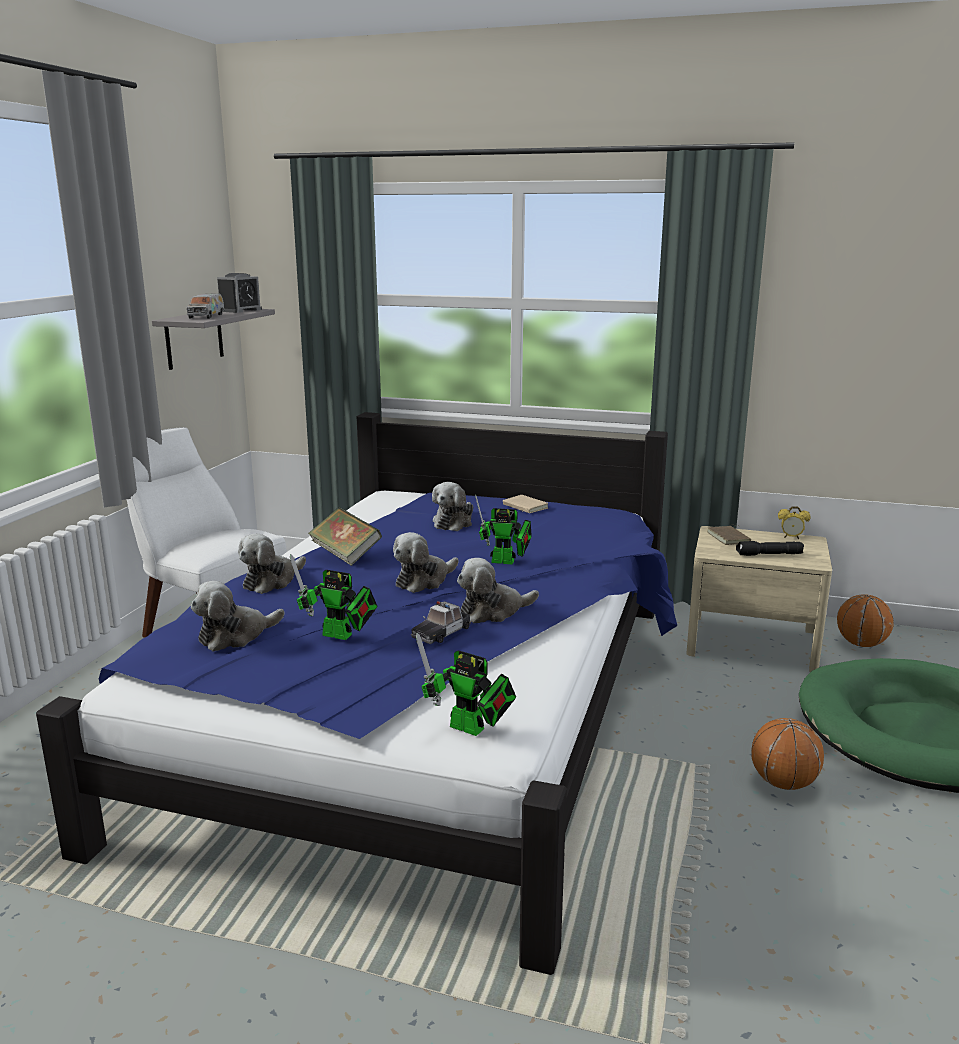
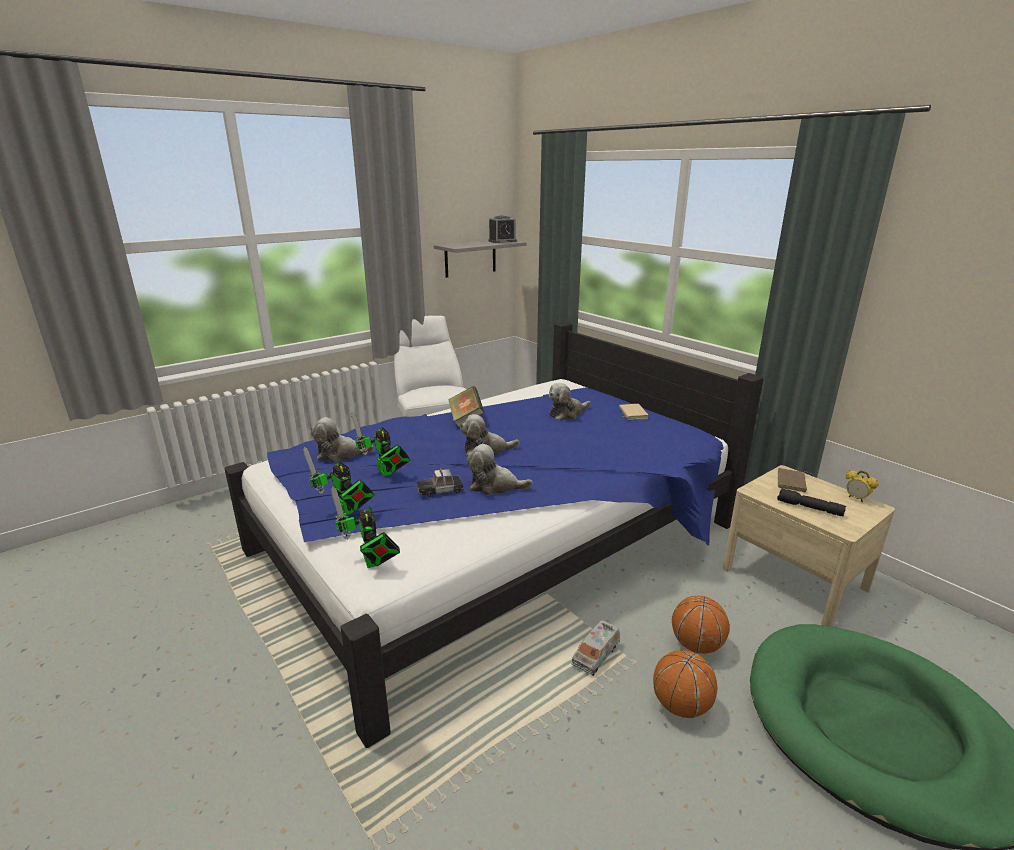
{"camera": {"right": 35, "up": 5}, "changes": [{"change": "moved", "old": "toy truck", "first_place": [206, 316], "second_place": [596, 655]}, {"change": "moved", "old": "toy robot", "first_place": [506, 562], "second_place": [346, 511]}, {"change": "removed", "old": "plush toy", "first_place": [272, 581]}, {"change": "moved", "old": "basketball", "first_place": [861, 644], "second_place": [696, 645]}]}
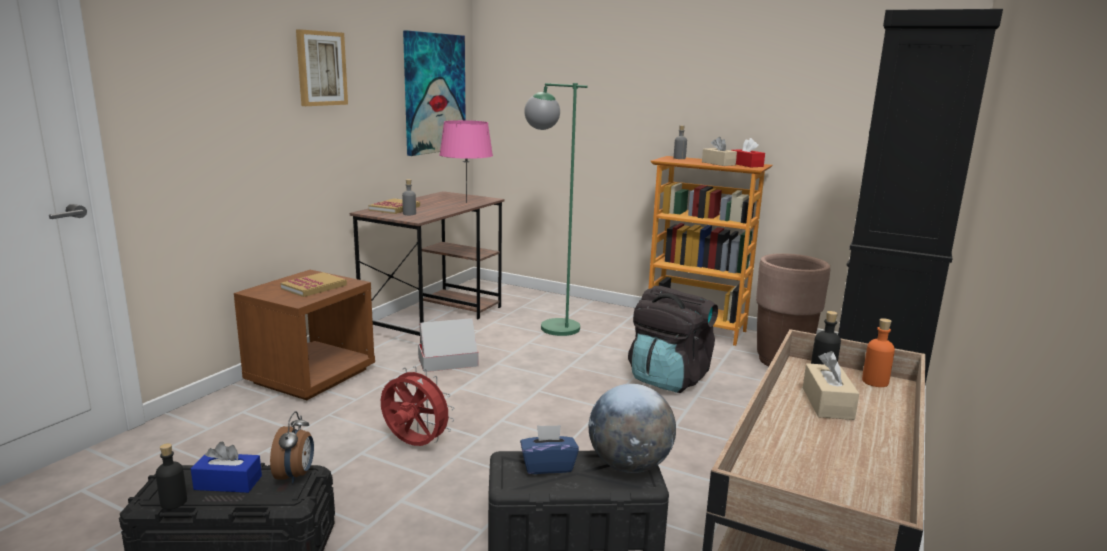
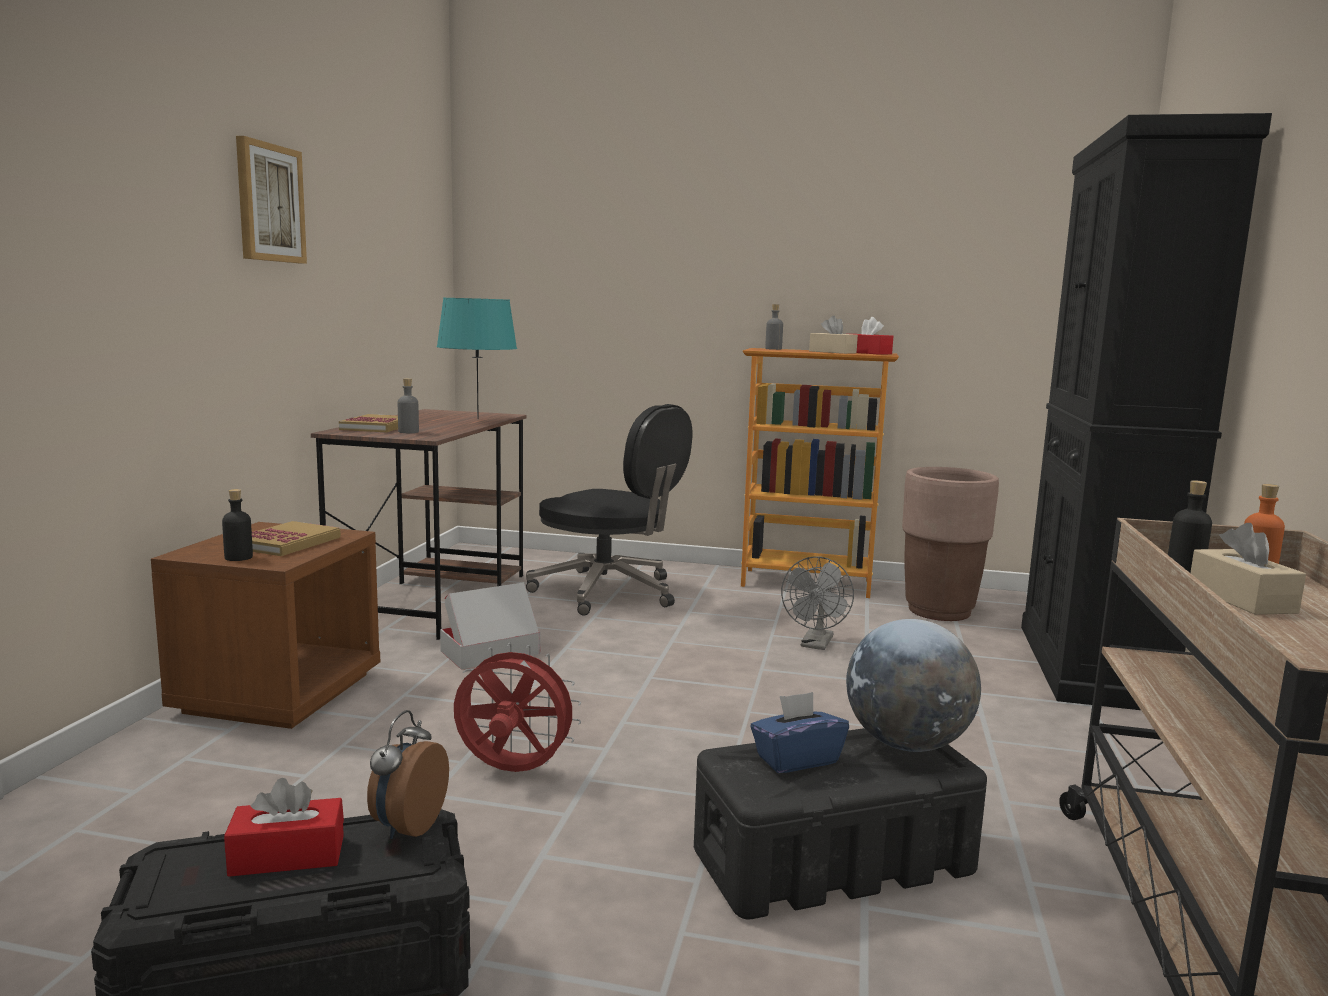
{"camera": {"right": -15, "up": -5}, "changes": [{"change": "removed", "old": "picture", "first_place": [434, 93]}, {"change": "replaced", "old": "floor lamp (green)", "new": "office chair (black)", "first_place": [550, 324], "second_place": [608, 592]}, {"change": "recoloured", "old": "table lamp (pink)", "new": "table lamp (turquoise)", "first_place": [466, 203], "second_place": [477, 419]}, {"change": "replaced", "old": "backpack (black)", "new": "fan (grey)", "first_place": [669, 379], "second_place": [816, 645]}, {"change": "turned", "old": "alarm clock", "first_place": [296, 475], "second_place": [407, 826], "degrees": -150}, {"change": "recoloured", "old": "tissue box (blue)", "new": "tissue box (red)", "first_place": [228, 483], "second_place": [287, 856]}, {"change": "moved", "old": "bottle (black)", "first_place": [174, 502], "second_place": [238, 557]}]}
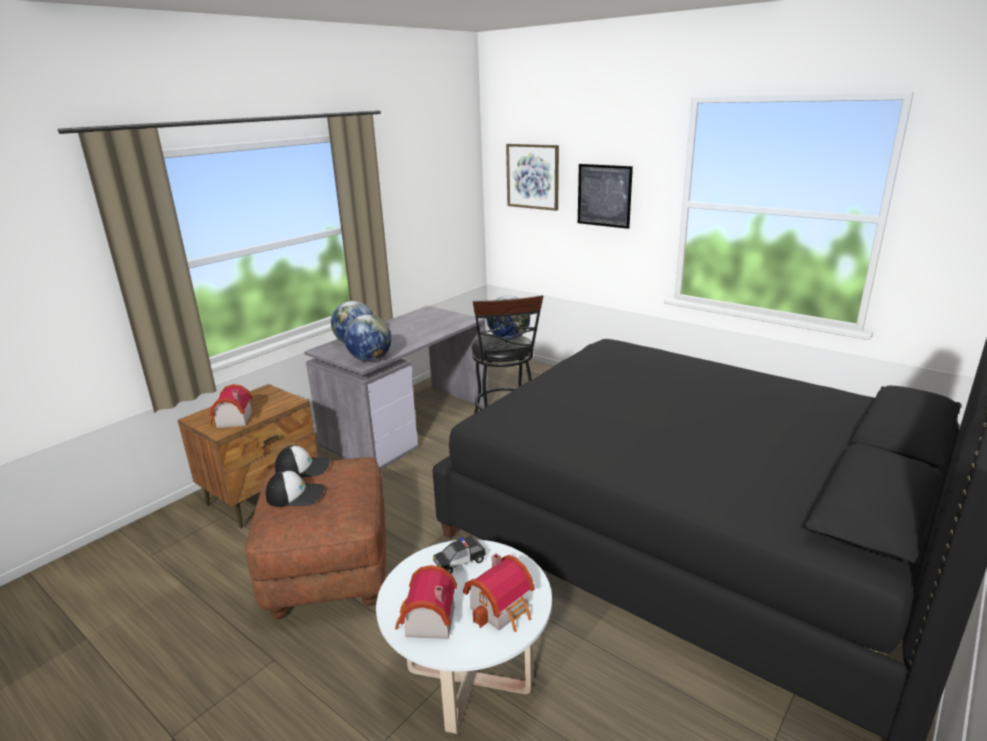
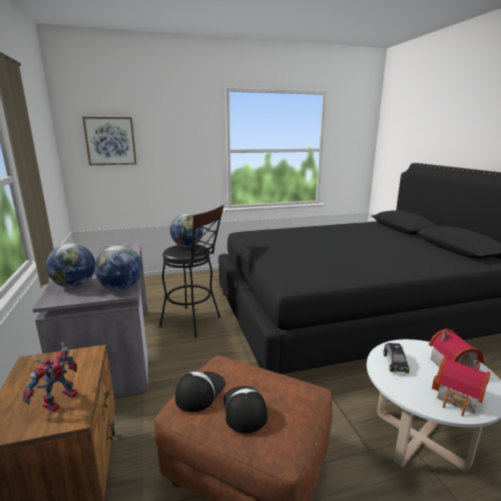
{"camera": {"right": -55, "up": -5}, "changes": [{"change": "removed", "old": "picture", "first_place": [604, 195]}, {"change": "replaced", "old": "toy house", "new": "toy robot", "first_place": [231, 421], "second_place": [59, 403]}, {"change": "turned", "old": "cap", "first_place": [296, 495], "second_place": [244, 409], "degrees": -45}]}
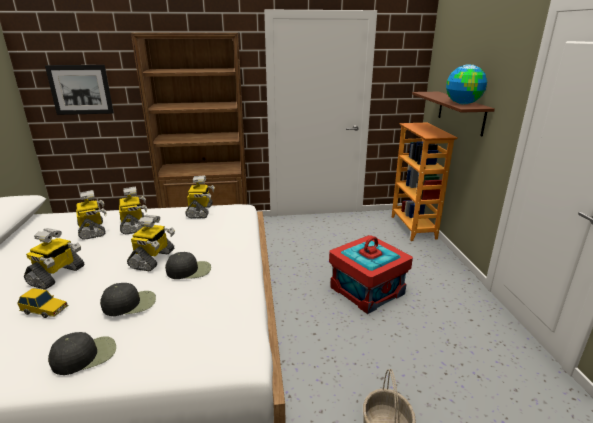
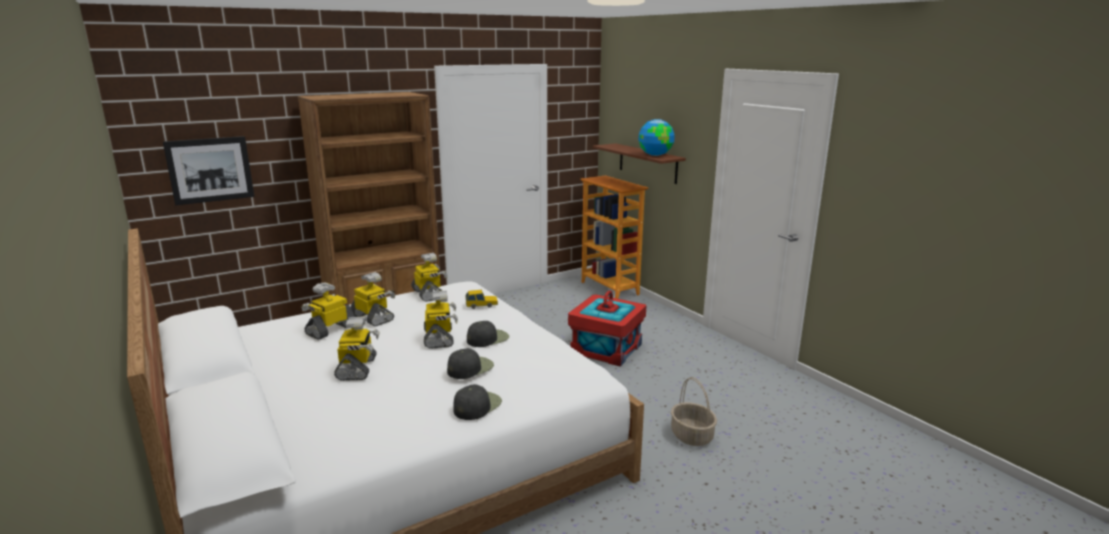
{"camera": {"right": -25, "up": -5}, "changes": [{"change": "turned", "old": "toy robot", "first_place": [93, 230], "second_place": [331, 330], "degrees": -90}, {"change": "moved", "old": "toy car", "first_place": [45, 310], "second_place": [481, 305]}]}
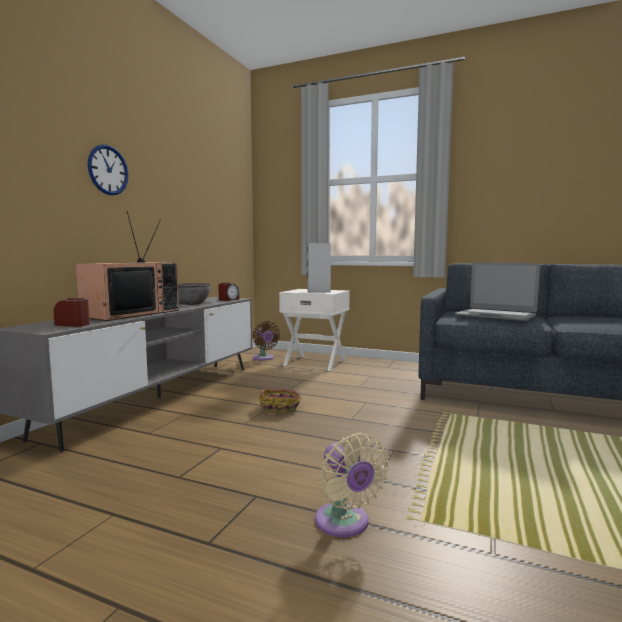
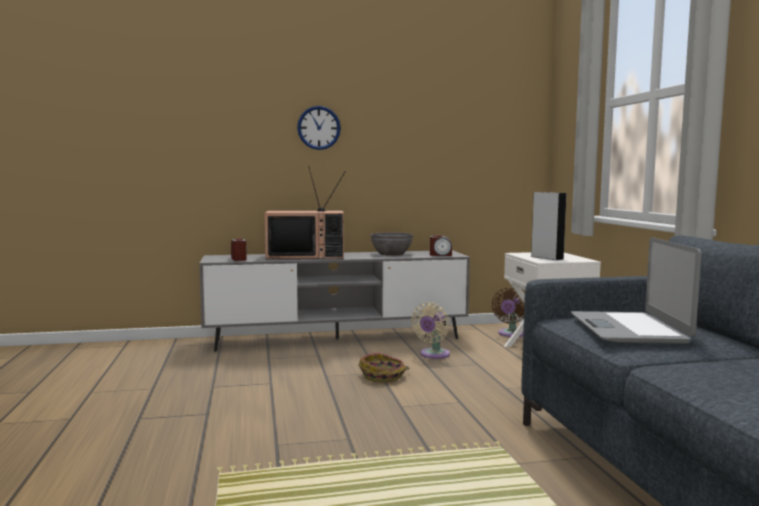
{"camera": {"right": 55, "up": 0}, "changes": [{"change": "moved", "old": "fan (beige)", "first_place": [344, 524], "second_place": [433, 355]}]}
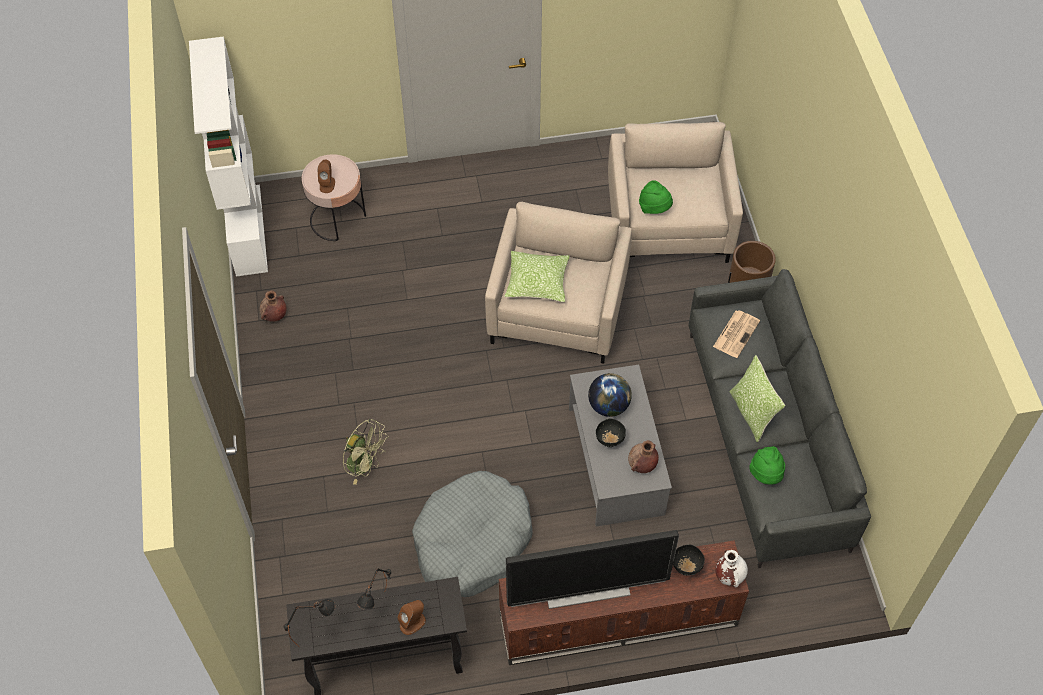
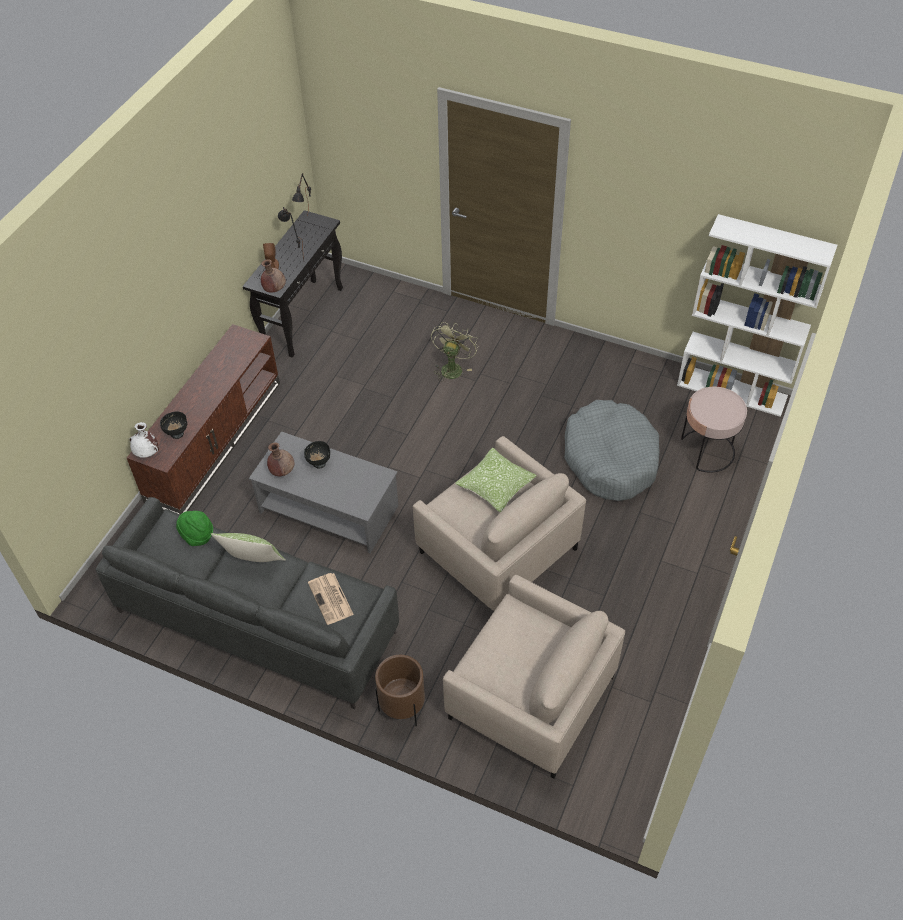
{"camera": {"right": 125, "up": -5}, "changes": [{"change": "removed", "old": "speaker (brown)", "first_place": [327, 184]}, {"change": "removed", "old": "hat (green)", "first_place": [654, 208]}, {"change": "moved", "old": "vase (brown)", "first_place": [274, 316], "second_place": [274, 289]}, {"change": "removed", "old": "globe", "first_place": [608, 406]}, {"change": "turned", "old": "fan (green)", "first_place": [365, 465], "second_place": [452, 367], "degrees": 135}, {"change": "moved", "old": "dog bed (grey)", "first_place": [472, 541], "second_place": [610, 459]}, {"change": "removed", "old": "television", "first_place": [587, 590]}]}
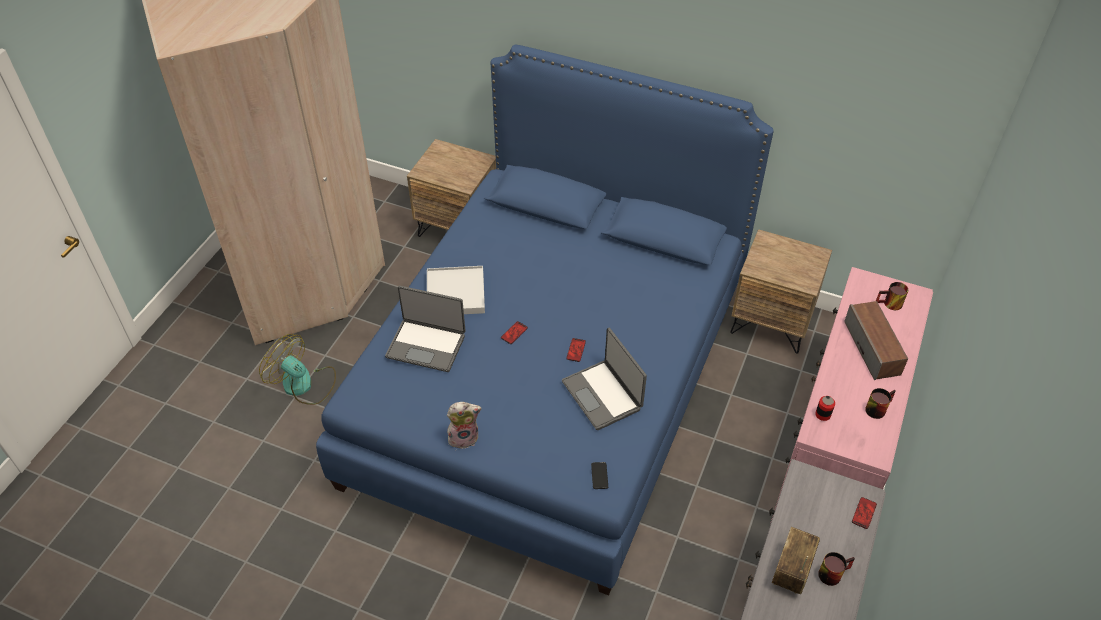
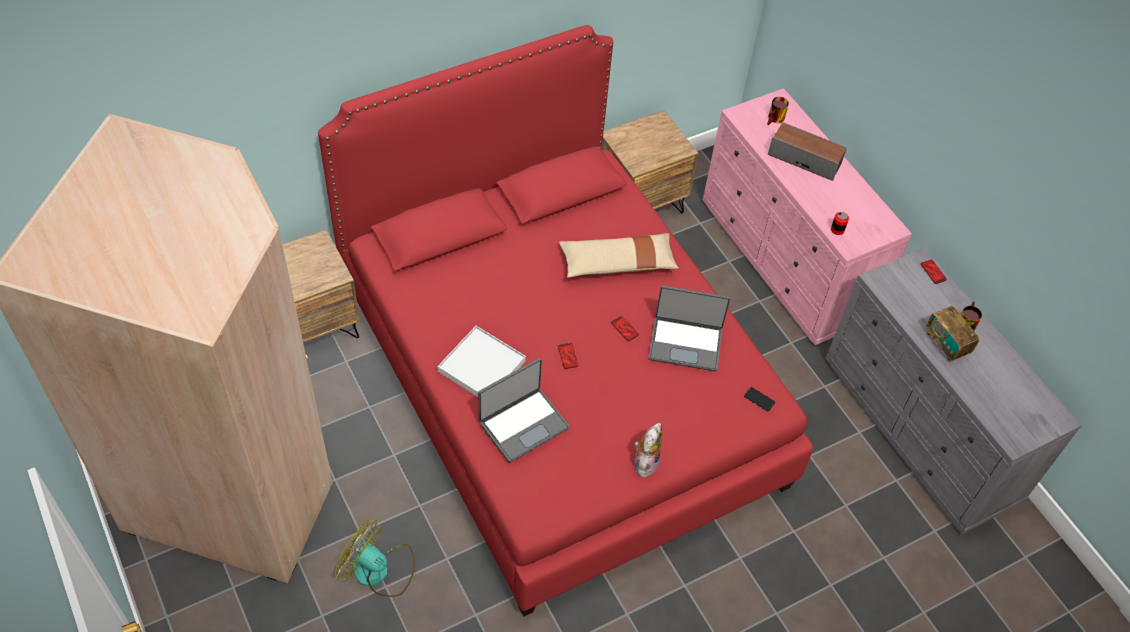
{"camera": {"right": -55, "up": 5}, "changes": [{"change": "recoloured", "old": "bed (blue)", "new": "bed (red)", "first_place": [549, 381], "second_place": [557, 384]}, {"change": "turned", "old": "fan", "first_place": [304, 385], "second_place": [378, 570], "degrees": 45}, {"change": "removed", "old": "mug", "first_place": [876, 407]}, {"change": "added", "new": "pillow (beige)", "second_place": [617, 263]}]}
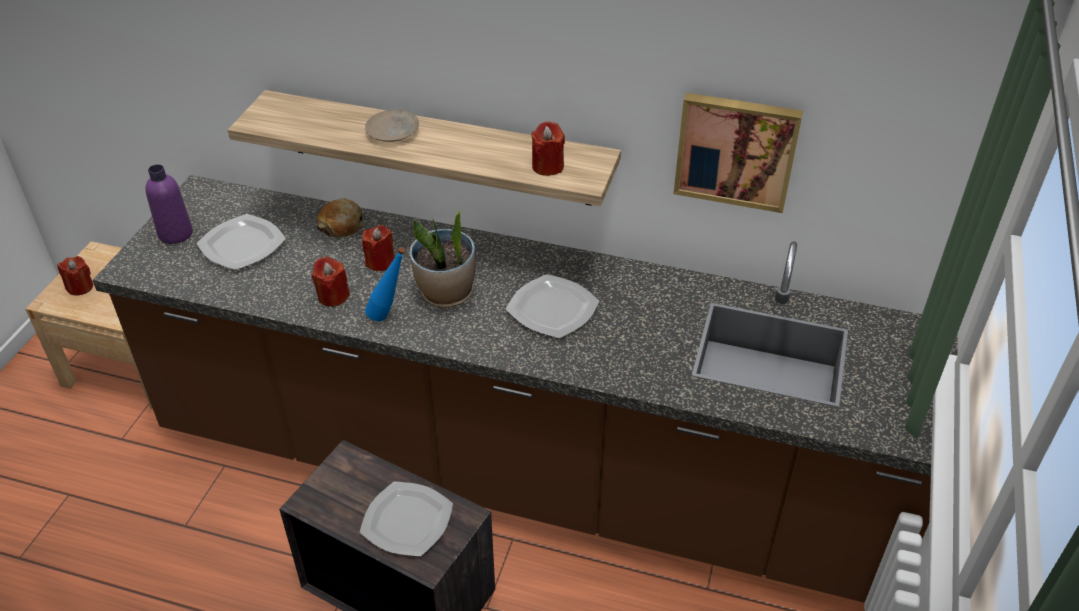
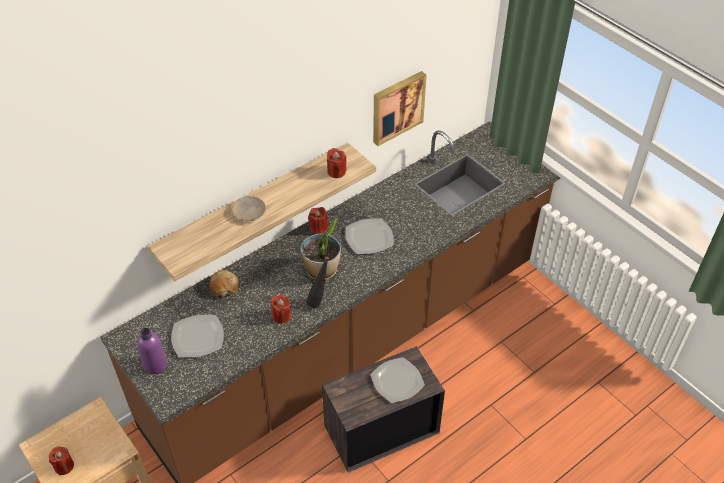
{"camera": {"right": -55, "up": 5}, "changes": [{"change": "moved", "old": "candle (red)", "first_place": [380, 262], "second_place": [318, 228]}, {"change": "recoloured", "old": "bottle (blue)", "new": "bottle (black)", "first_place": [389, 317], "second_place": [319, 300]}]}
